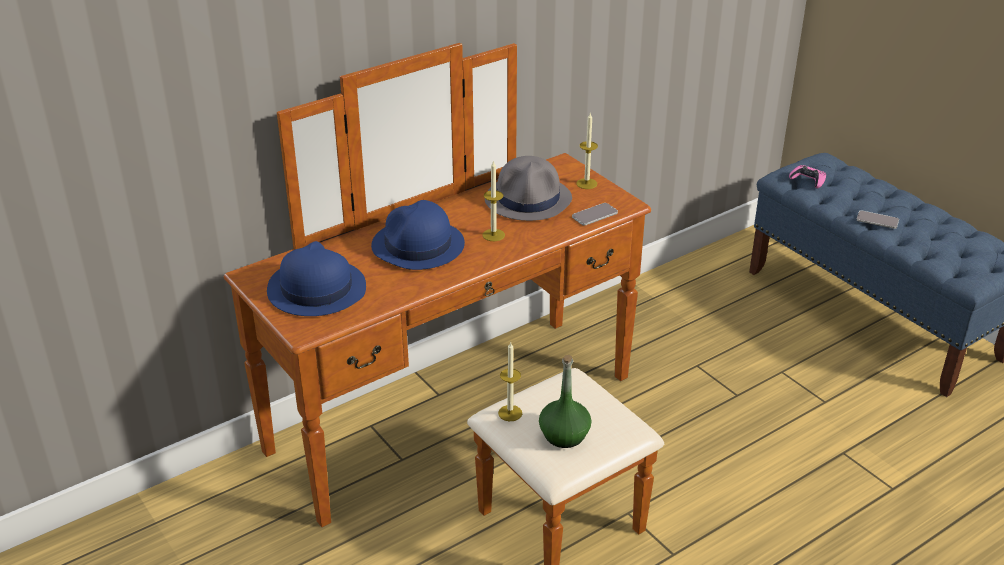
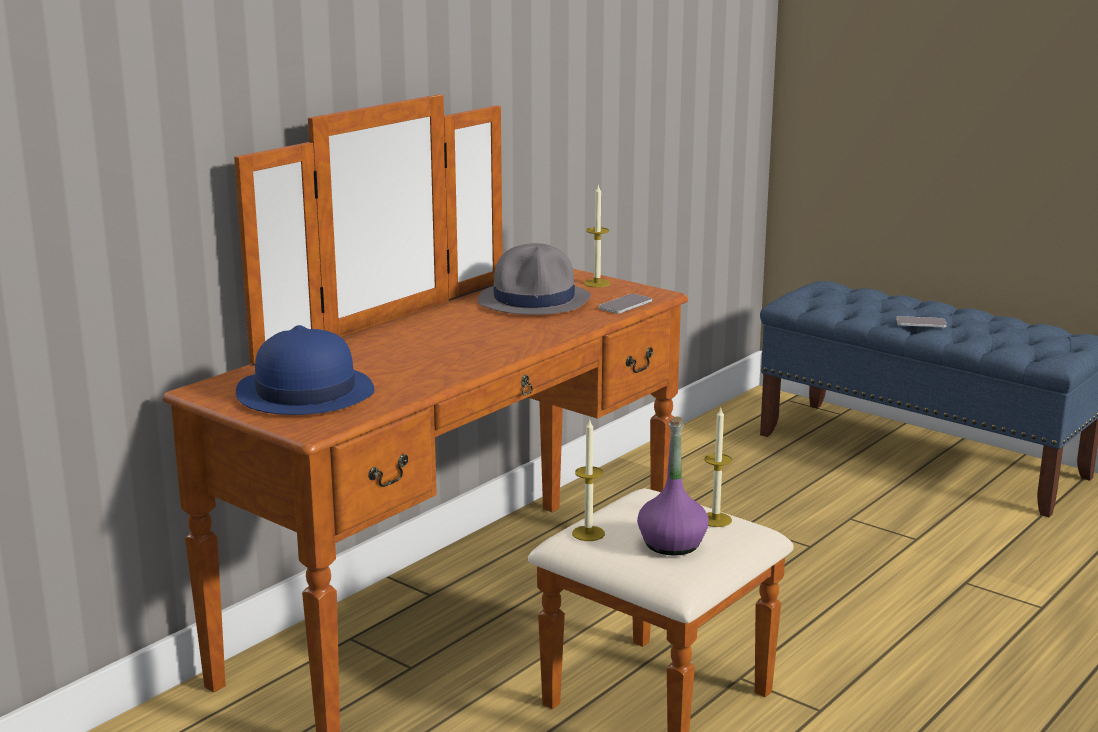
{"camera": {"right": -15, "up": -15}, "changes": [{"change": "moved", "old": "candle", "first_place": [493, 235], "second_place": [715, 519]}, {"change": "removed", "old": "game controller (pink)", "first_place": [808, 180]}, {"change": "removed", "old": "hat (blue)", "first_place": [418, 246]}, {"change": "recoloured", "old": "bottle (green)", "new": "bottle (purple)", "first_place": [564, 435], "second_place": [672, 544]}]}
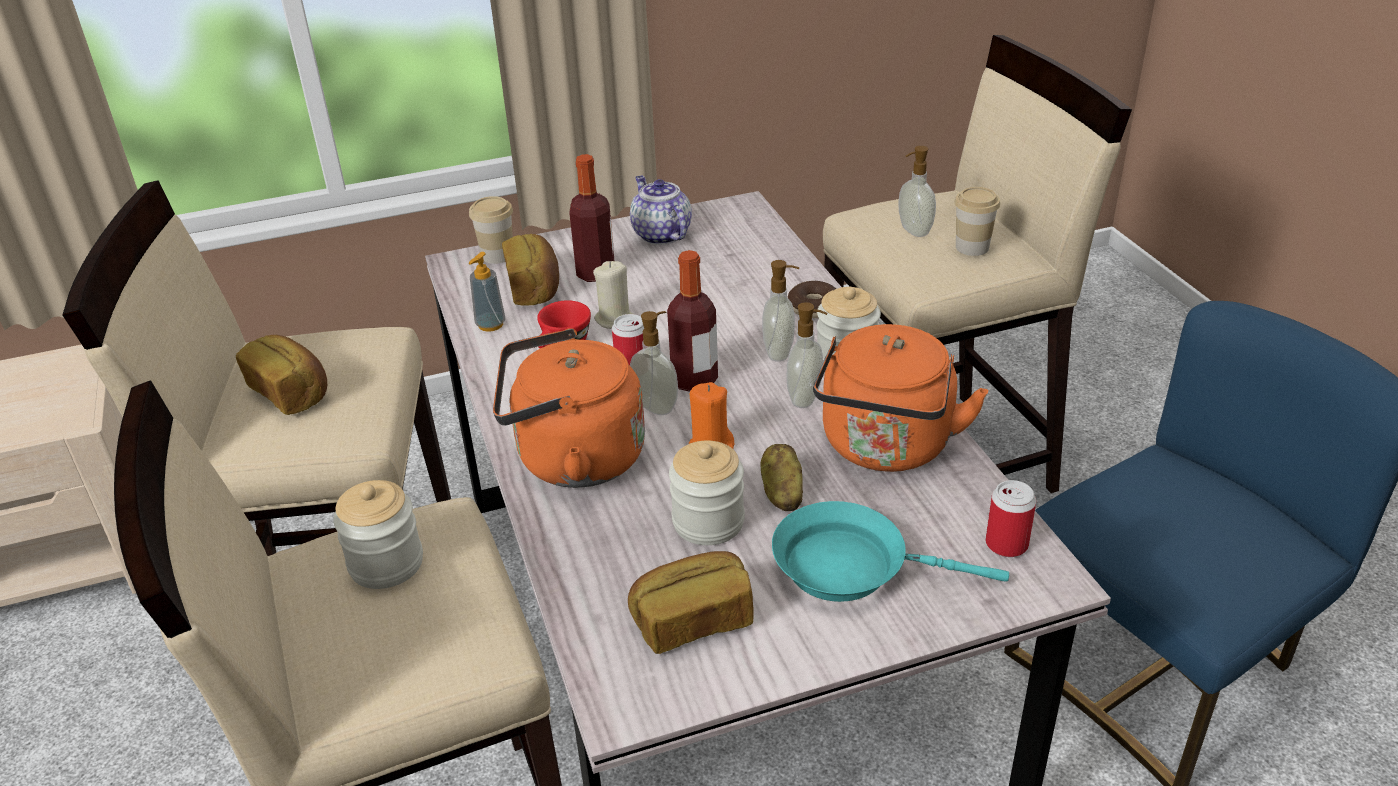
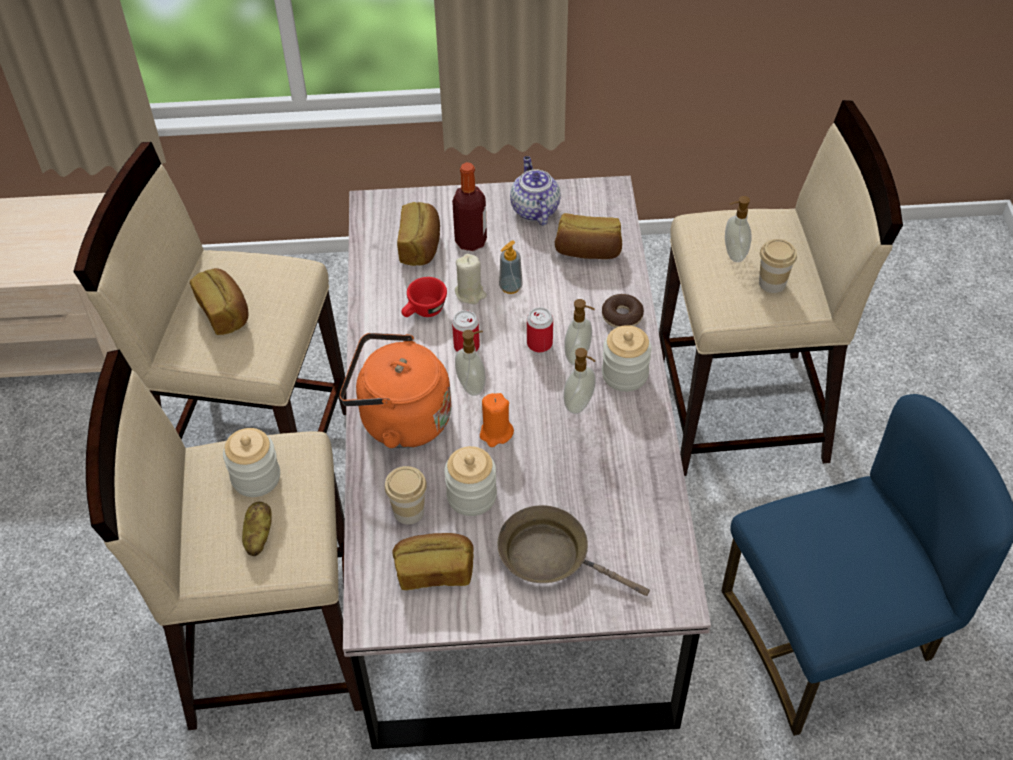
{"camera": {"right": 15, "up": 15}, "changes": [{"change": "moved", "old": "cup", "first_place": [497, 255], "second_place": [408, 511]}, {"change": "removed", "old": "bottle", "first_place": [694, 381]}, {"change": "moved", "old": "soap dispenser", "first_place": [490, 325], "second_place": [510, 287]}, {"change": "removed", "old": "kettle (orange)", "first_place": [886, 448]}, {"change": "moved", "old": "potato", "first_place": [781, 493], "second_place": [258, 536]}, {"change": "moved", "old": "can", "first_place": [1006, 544], "second_place": [539, 343]}, {"change": "recoloured", "old": "frying pan (turquoise)", "new": "frying pan (brown)", "first_place": [851, 566], "second_place": [551, 556]}, {"change": "added", "new": "bread", "second_place": [588, 251]}]}
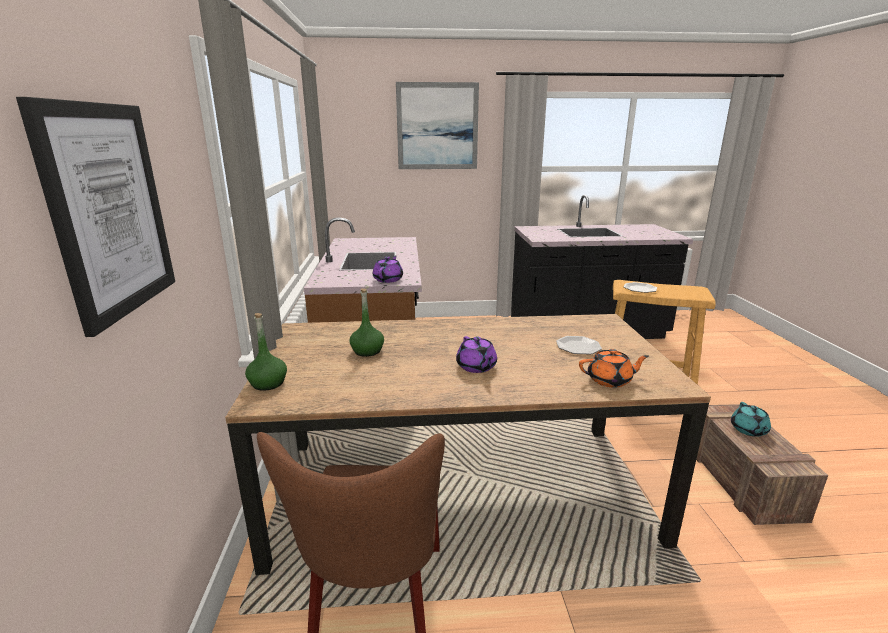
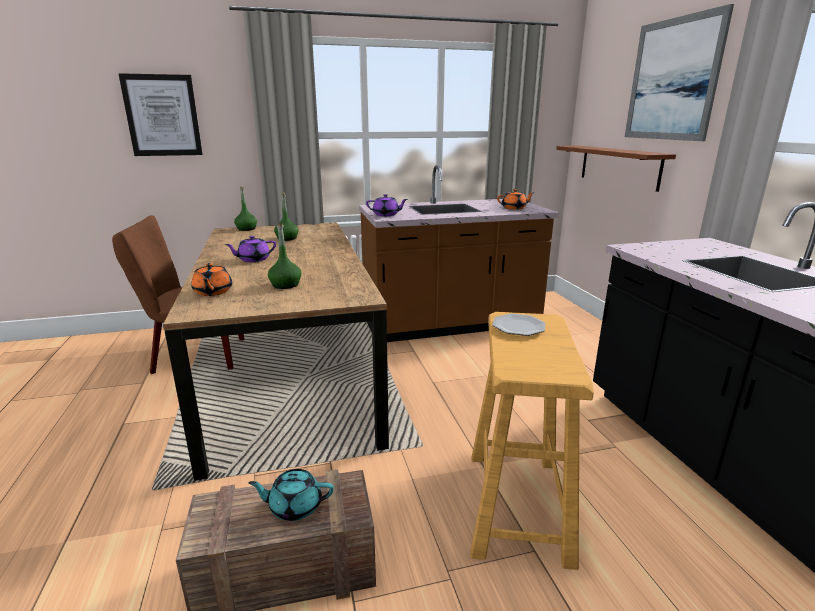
{"camera": {"right": 80, "up": 0}, "changes": [{"change": "replaced", "old": "plate", "new": "bottle (green)", "first_place": [578, 347], "second_place": [285, 285]}, {"change": "added", "new": "shelf (brown)", "second_place": [619, 166]}, {"change": "added", "new": "teapot (orange)", "second_place": [514, 208]}]}
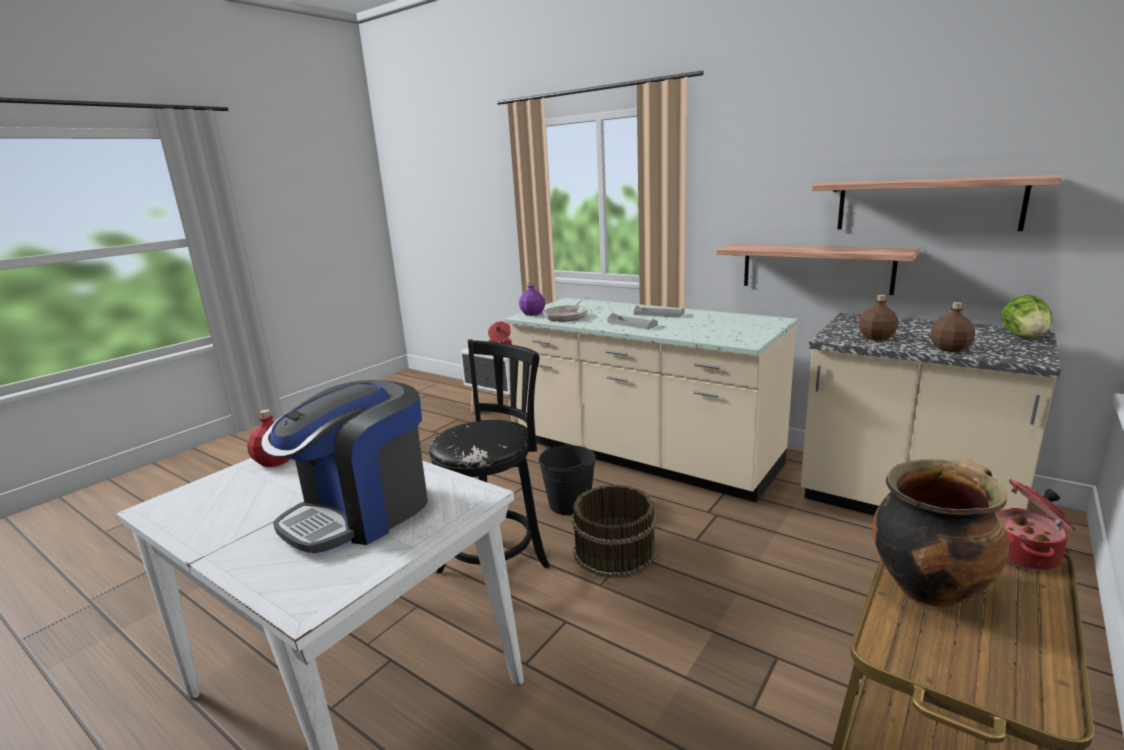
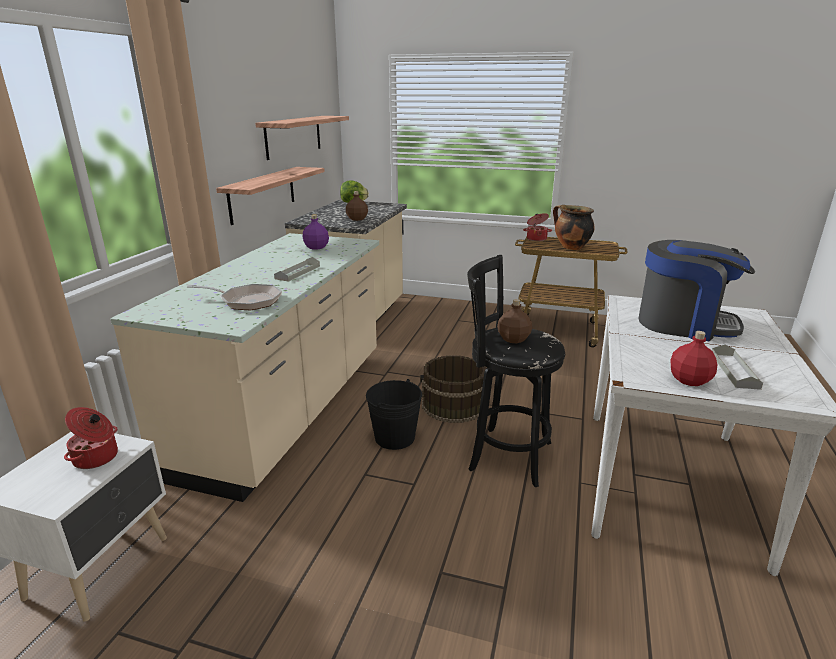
{"camera": {"right": -110, "up": 5}, "changes": [{"change": "moved", "old": "bottle (purple)", "first_place": [532, 314], "second_place": [316, 247]}, {"change": "moved", "old": "bottle (brown)", "first_place": [950, 349], "second_place": [513, 339]}, {"change": "moved", "old": "tray (grey)", "first_place": [659, 314], "second_place": [734, 370]}]}
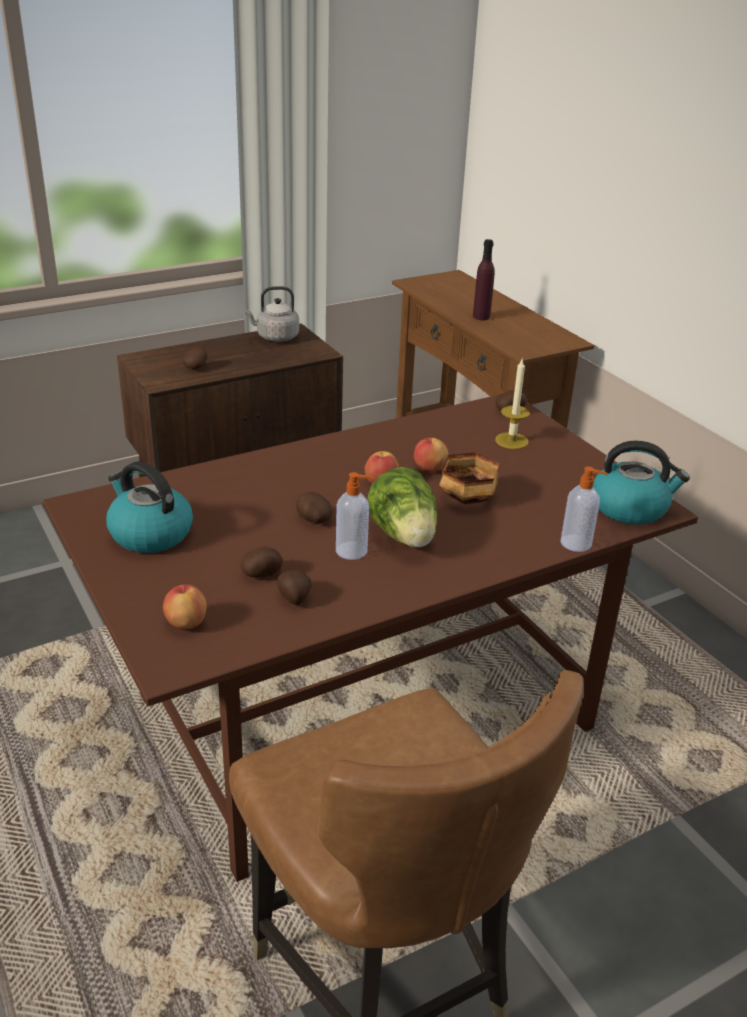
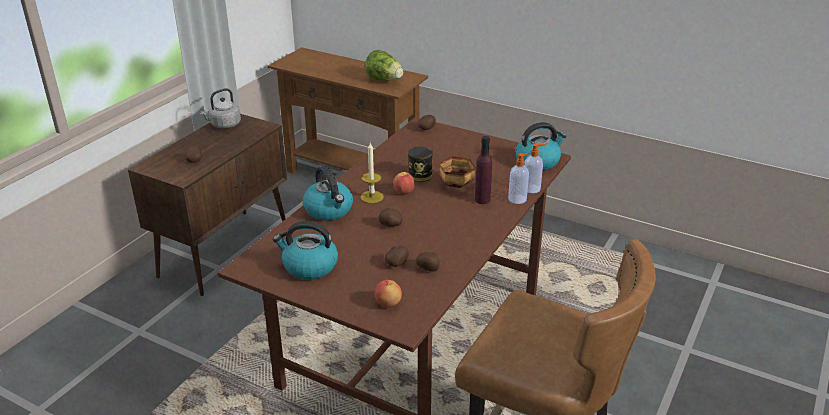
{"camera": {"right": -30, "up": 0}, "changes": [{"change": "moved", "old": "bottle (purple)", "first_place": [481, 317], "second_place": [482, 200]}, {"change": "moved", "old": "candle", "first_place": [511, 441], "second_place": [372, 197]}, {"change": "replaced", "old": "apple", "new": "can", "first_place": [429, 469], "second_place": [420, 175]}, {"change": "moved", "old": "lettuce", "first_place": [404, 536], "second_place": [384, 80]}, {"change": "moved", "old": "soap dispenser", "first_place": [352, 551], "second_place": [518, 199]}, {"change": "added", "new": "kettle", "second_place": [329, 210]}]}
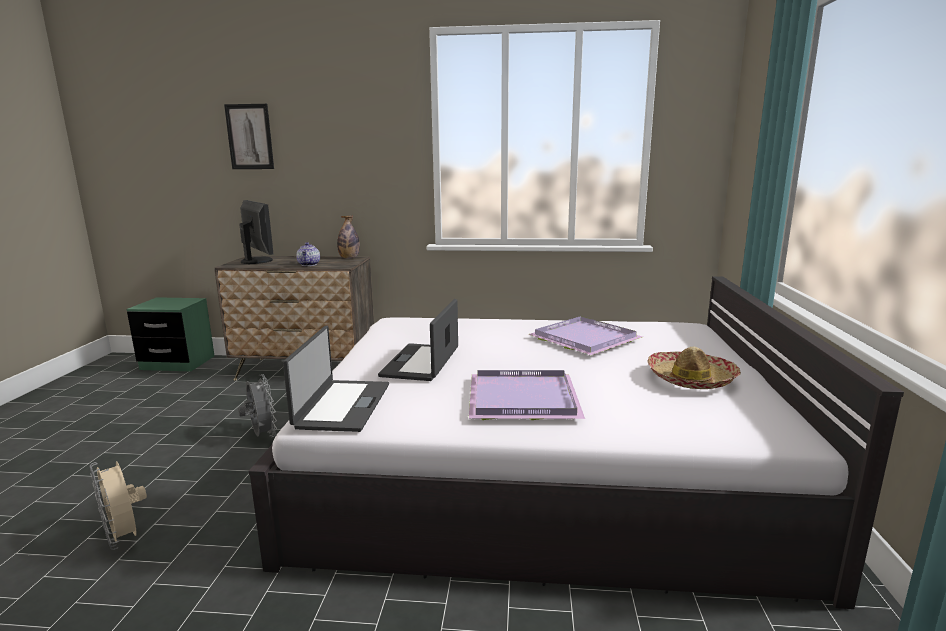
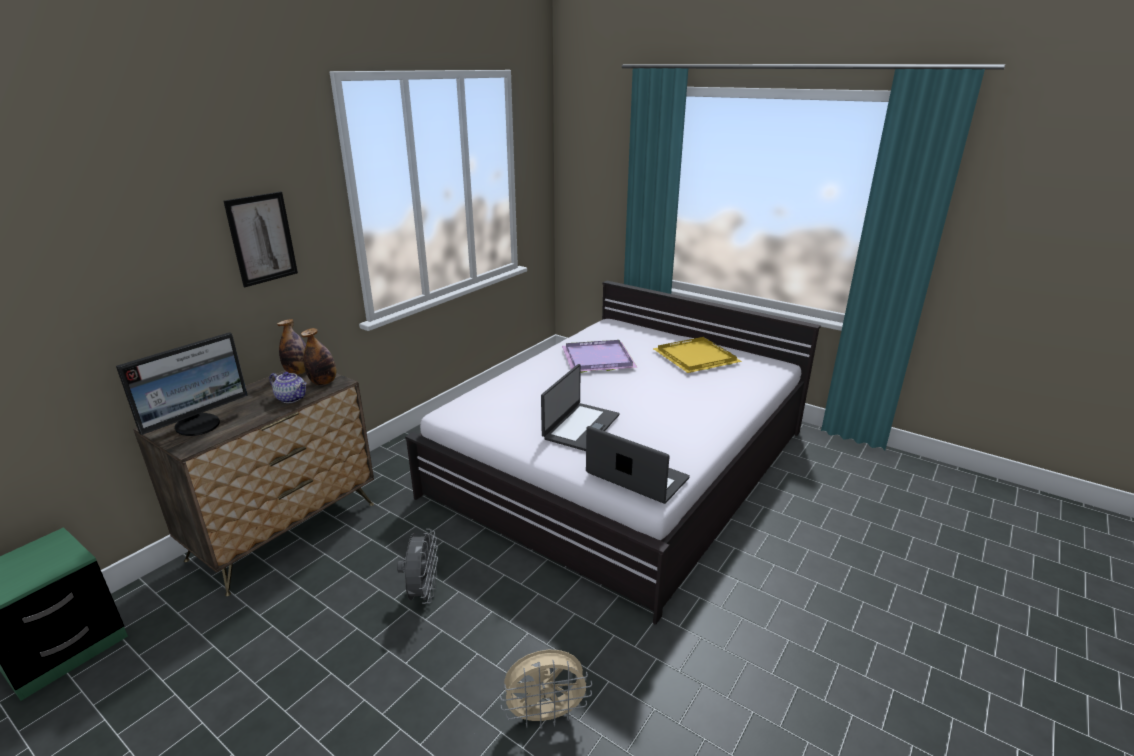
{"camera": {"right": -60, "up": 10}, "changes": [{"change": "moved", "old": "picture", "first_place": [249, 137], "second_place": [262, 239]}, {"change": "turned", "old": "monitor", "first_place": [258, 261], "second_place": [199, 425], "degrees": 135}, {"change": "turned", "old": "laptop", "first_place": [422, 362], "second_place": [580, 426], "degrees": -105}, {"change": "replaced", "old": "hat", "new": "tray (yellow)", "first_place": [691, 379], "second_place": [694, 357]}, {"change": "removed", "old": "tray (purple)", "first_place": [525, 398]}, {"change": "turned", "old": "fan (grey)", "first_place": [261, 435], "second_place": [423, 593], "degrees": 90}, {"change": "added", "new": "bottle", "second_place": [323, 382]}]}
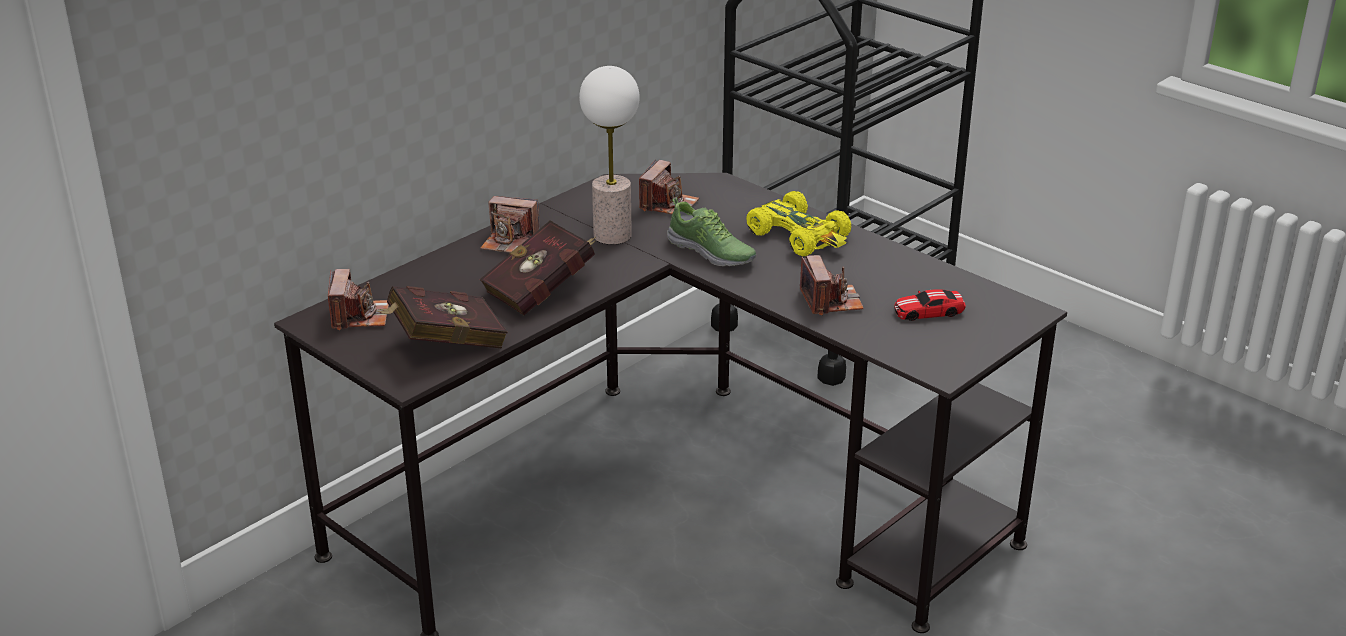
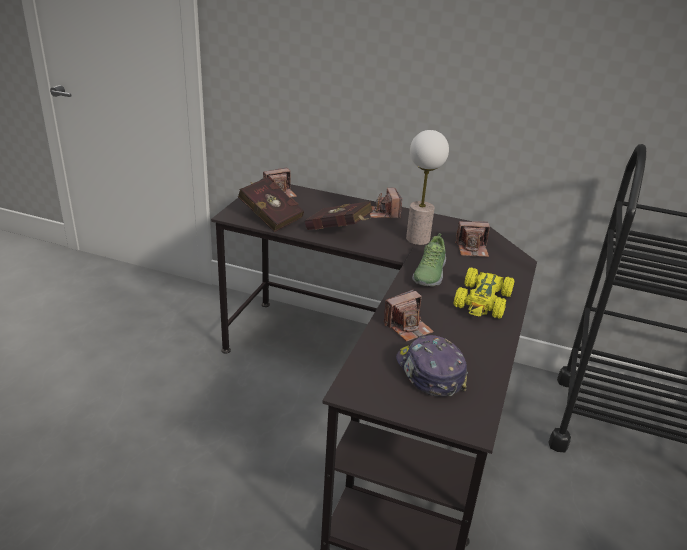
{"camera": {"right": 65, "up": 0}, "changes": [{"change": "replaced", "old": "toy car", "new": "cap", "first_place": [929, 311], "second_place": [429, 373]}]}
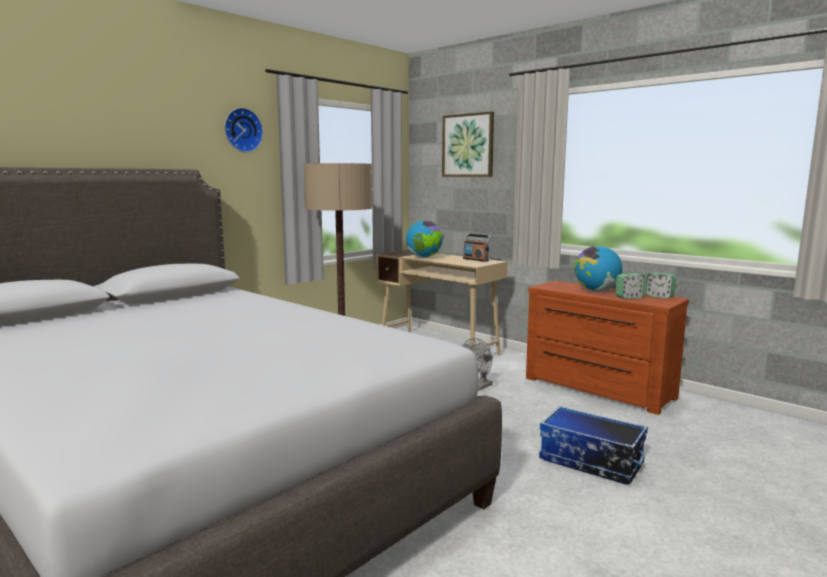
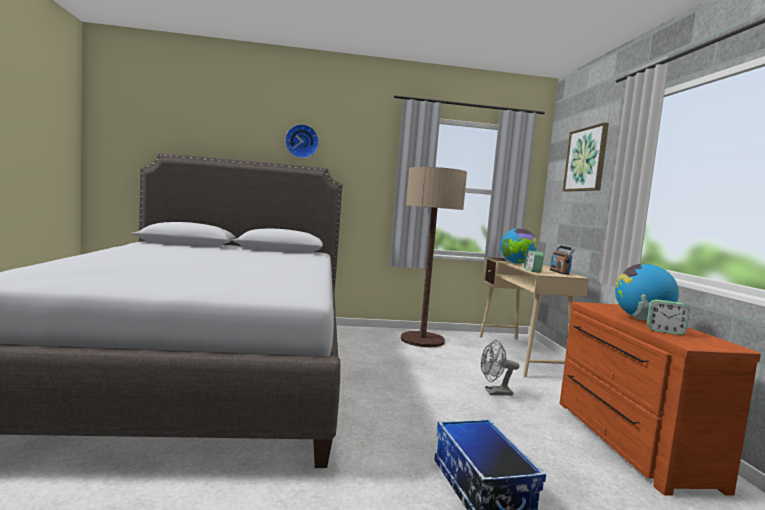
{"camera": {"right": 40, "up": -5}, "changes": [{"change": "moved", "old": "wall clock", "first_place": [242, 130], "second_place": [302, 141]}, {"change": "moved", "old": "alarm clock", "first_place": [659, 296], "second_place": [532, 271]}]}
